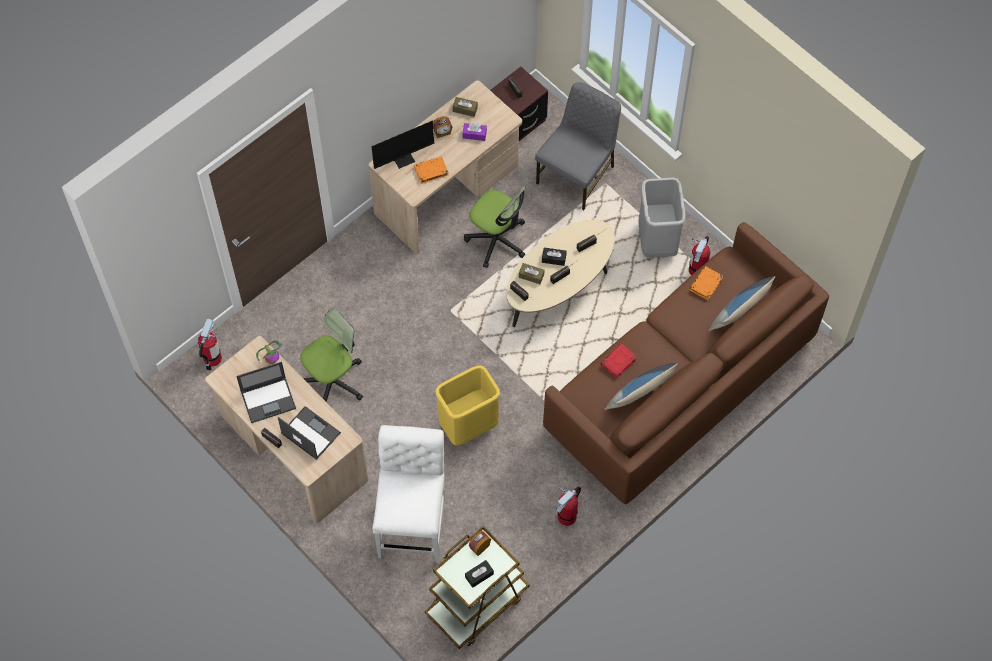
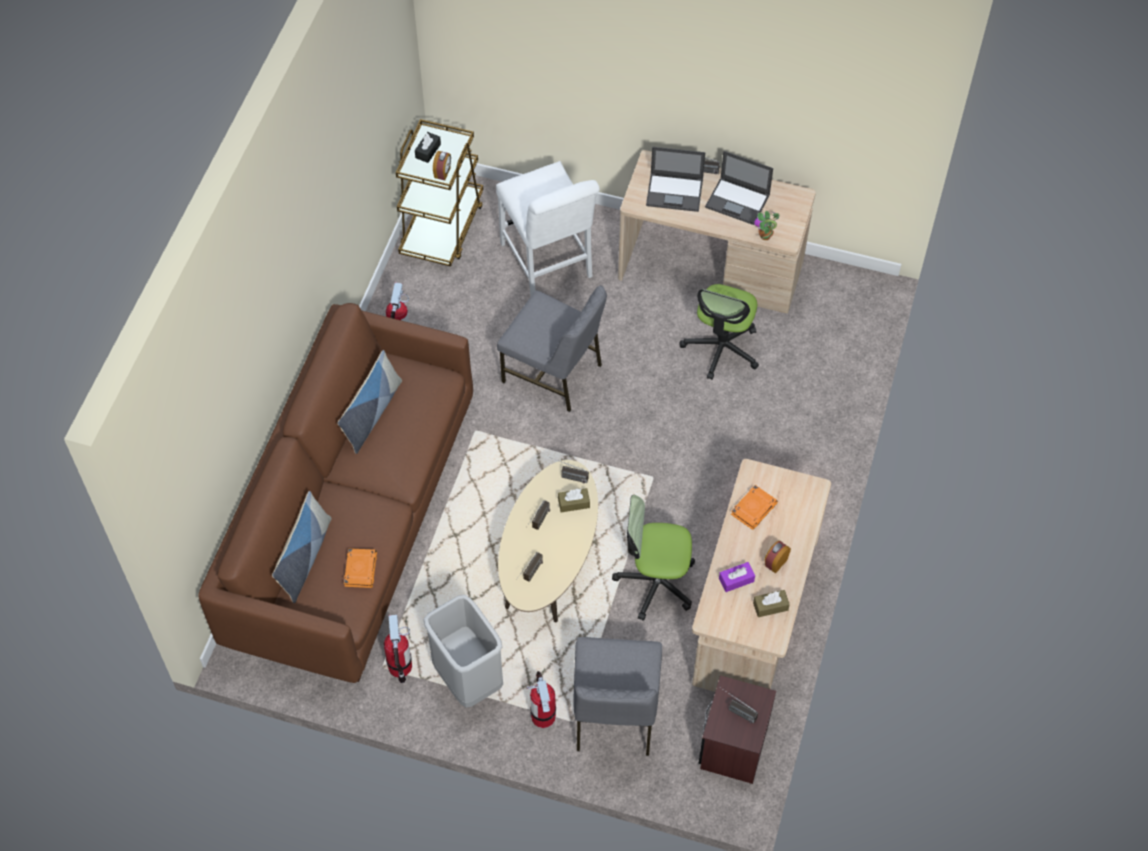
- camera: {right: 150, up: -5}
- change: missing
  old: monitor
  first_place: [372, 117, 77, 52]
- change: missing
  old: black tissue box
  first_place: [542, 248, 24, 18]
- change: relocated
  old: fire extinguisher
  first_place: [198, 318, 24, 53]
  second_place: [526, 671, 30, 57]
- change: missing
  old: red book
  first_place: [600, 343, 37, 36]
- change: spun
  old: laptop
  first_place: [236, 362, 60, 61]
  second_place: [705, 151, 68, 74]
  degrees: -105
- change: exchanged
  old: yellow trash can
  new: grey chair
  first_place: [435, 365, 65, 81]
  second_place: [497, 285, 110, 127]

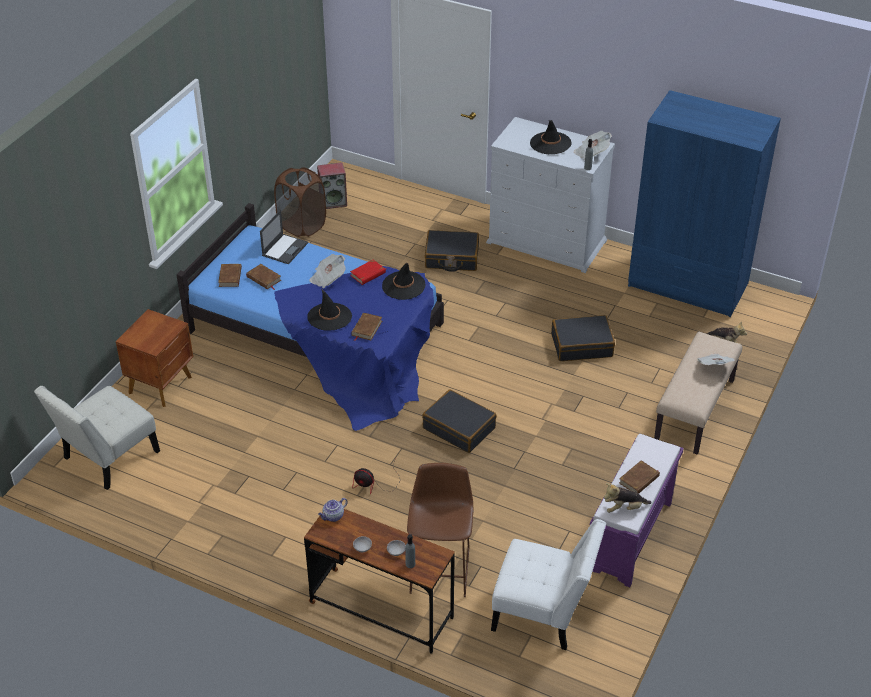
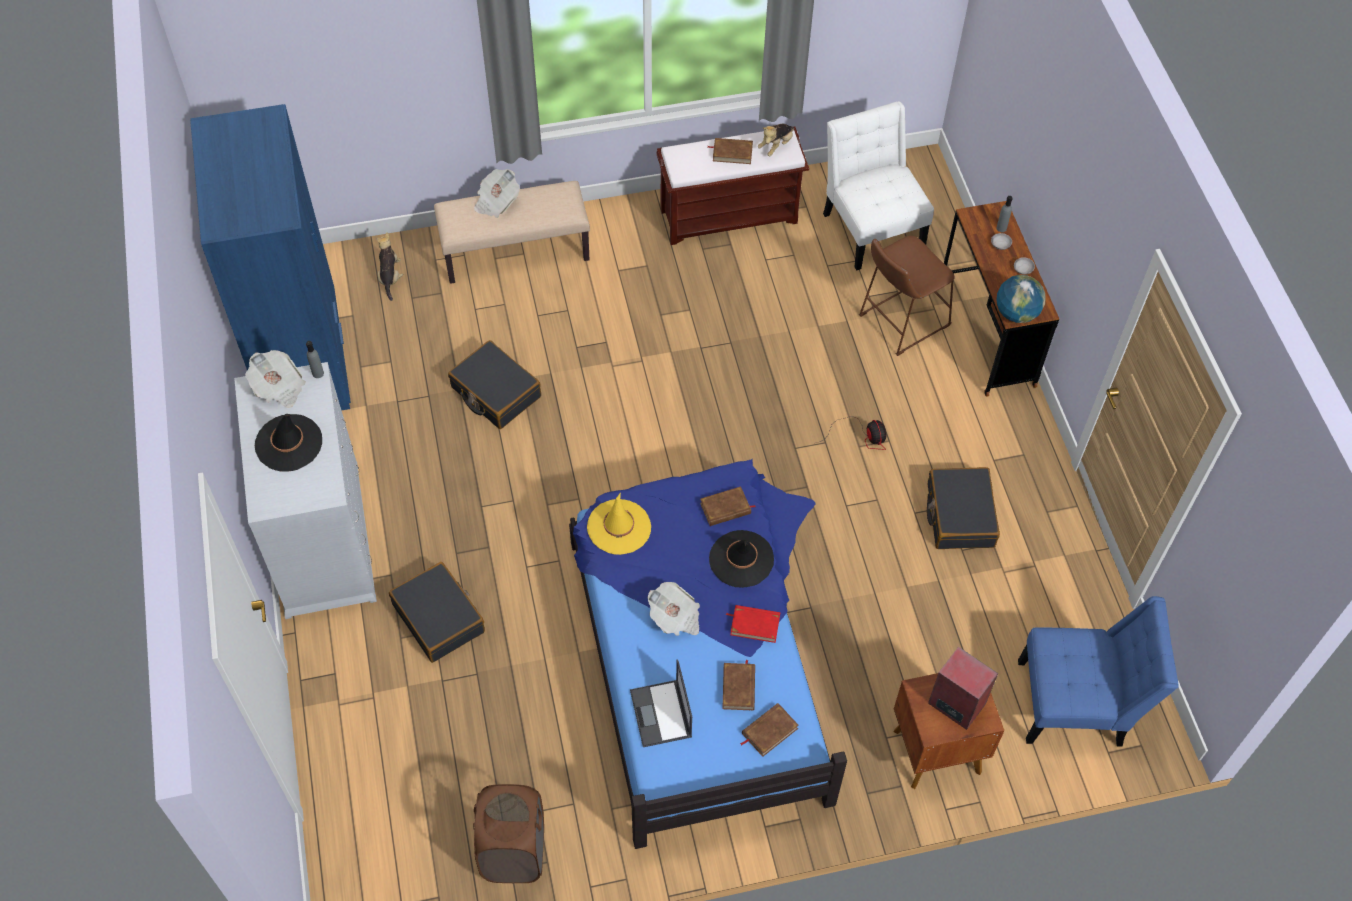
- camera: {right: -130, up: 15}
- change: relocated
  old: speaker
  first_place: [317, 162, 30, 47]
  second_place: [928, 647, 70, 83]
- change: spun
  old: laptop
  first_place: [260, 210, 48, 54]
  second_place: [630, 659, 62, 88]
  degrees: -90
- change: relocated
  old: red book
  first_place: [350, 260, 37, 25]
  second_place: [726, 605, 54, 38]
- change: colour
  old: black hat
  new: yellow hat
  first_place: [382, 263, 44, 37]
  second_place: [587, 493, 64, 62]
- change: colour
  old: white chair
  new: blue chair
  first_place: [34, 386, 126, 104]
  second_place: [1018, 596, 161, 151]
- change: relocated
  old: black suitcase
  first_place: [422, 390, 75, 63]
  second_place: [927, 467, 73, 82]
- change: colour
  old: purple bench
  new: brown bench
  first_place: [590, 434, 94, 153]
  second_place: [656, 127, 153, 118]
- change: spun
  old: plush toy
  first_place: [604, 483, 48, 30]
  second_place: [758, 123, 36, 33]
  degrees: 90
- change: exchanged
  old: teapot
  new: globe
  first_place: [318, 498, 30, 24]
  second_place: [997, 275, 49, 48]

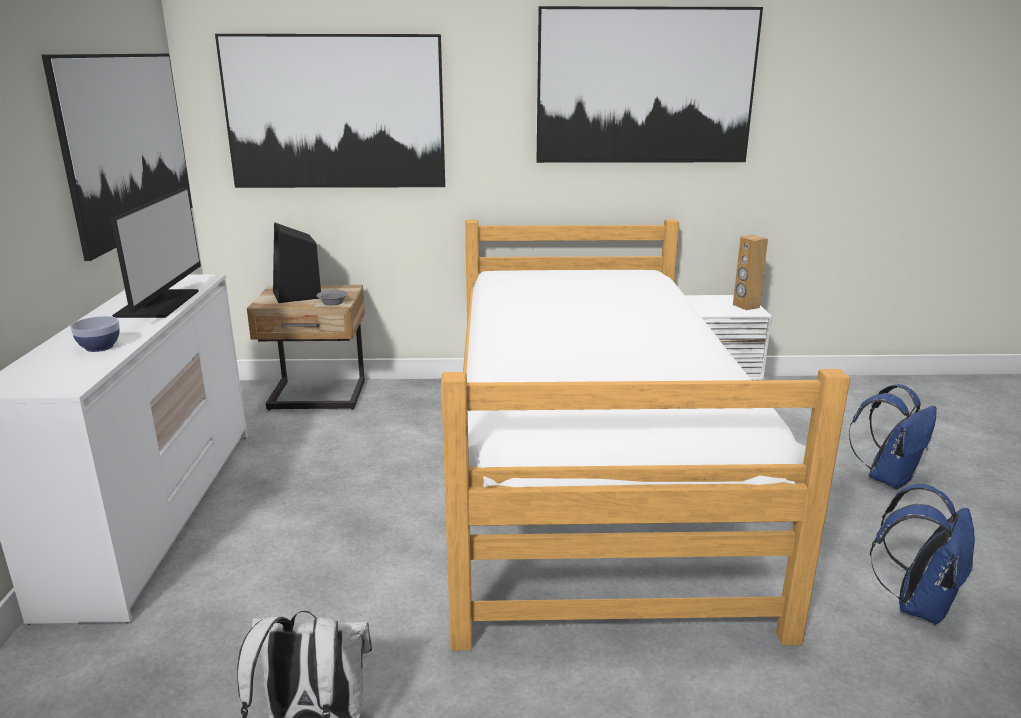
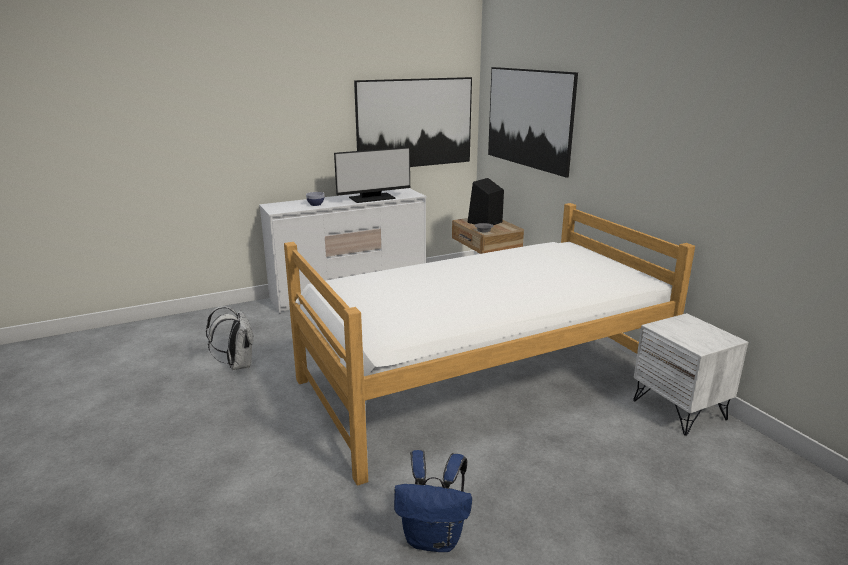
- camera: {right: 65, up: 0}
- change: missing
  old: picture
  first_place: [536, 6, 227, 157]
- change: missing
  old: brown speaker
  first_place: [733, 235, 35, 75]
- change: missing
  old: blue backpack
  first_place: [849, 384, 88, 105]

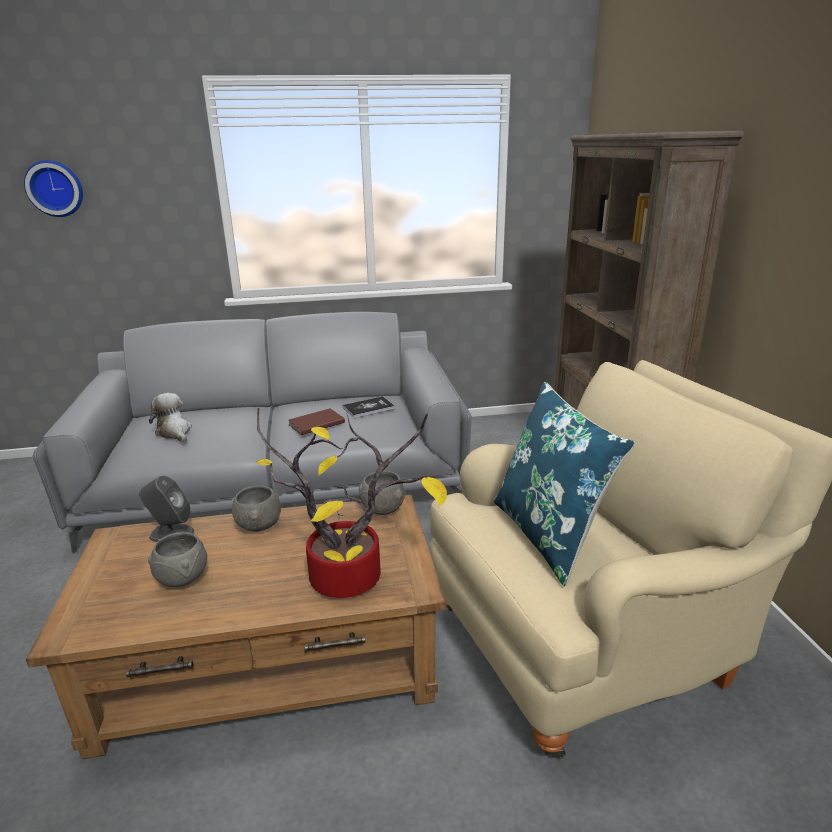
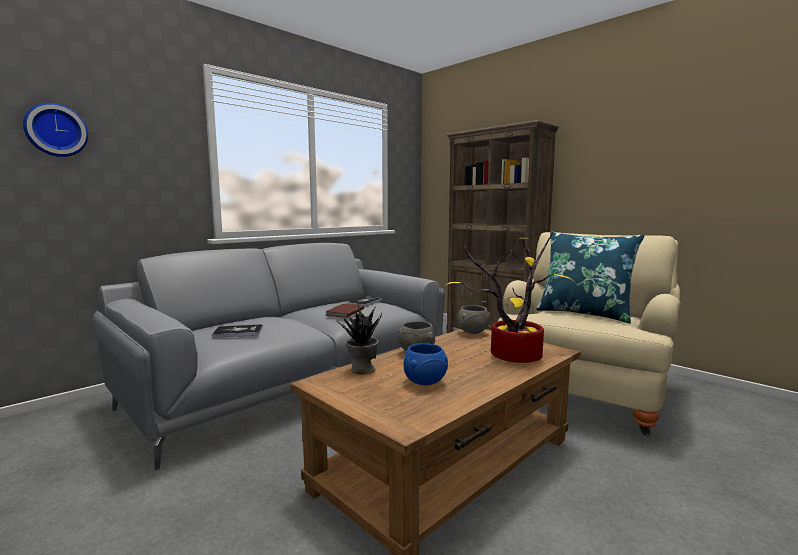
- camera: {right: -35, up: -15}
- change: exchanged
  old: plush toy
  new: book
  first_place: [149, 393, 43, 49]
  second_place: [212, 324, 51, 14]
- change: exchanged
  old: grey speaker
  new: potted plant
  first_place: [139, 476, 55, 66]
  second_place: [336, 303, 46, 71]
- change: colour
  old: grey bowl
  new: blue bowl
  first_place: [148, 532, 59, 55]
  second_place: [404, 343, 44, 42]

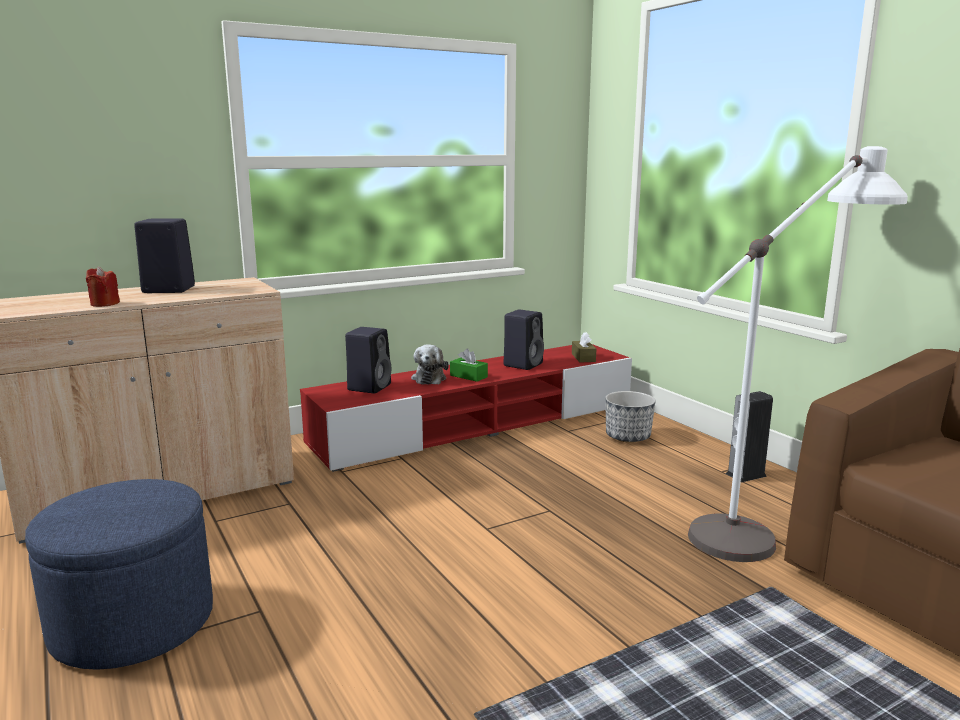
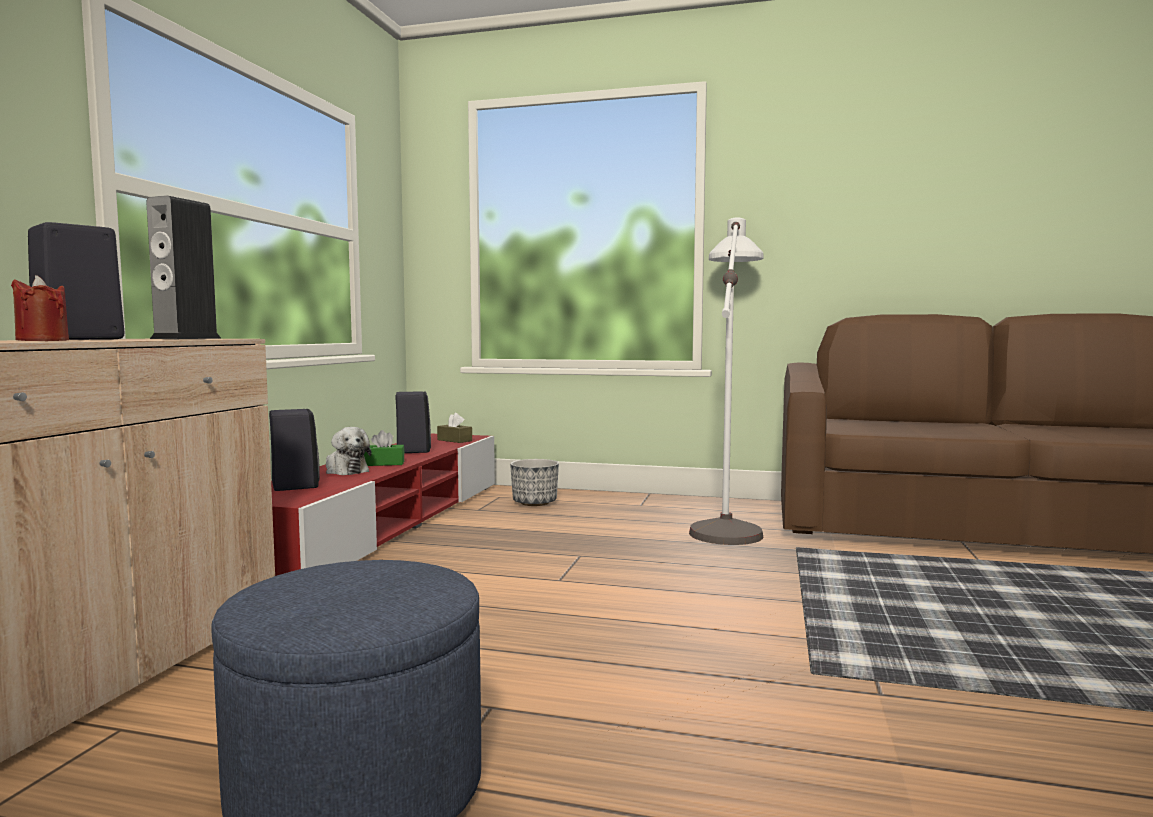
- camera: {right: -45, up: -10}
- change: relocated
  old: speaker
  first_place: [726, 391, 47, 92]
  second_place: [146, 195, 75, 144]

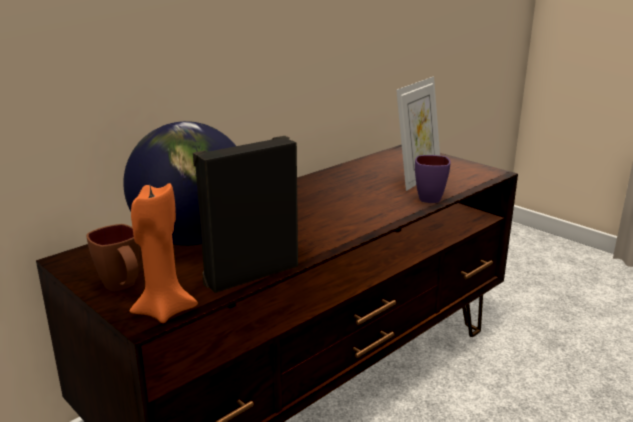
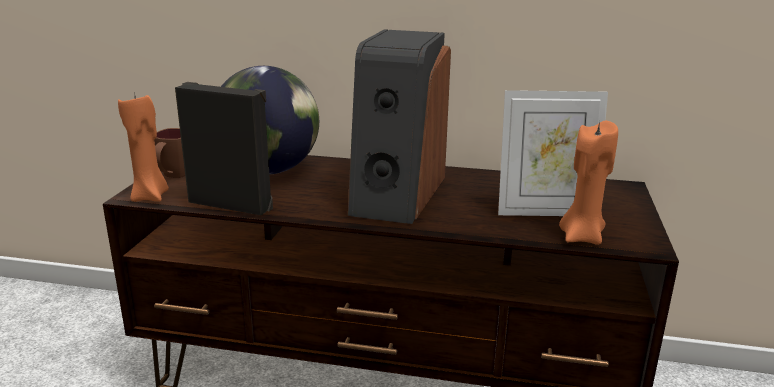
- camera: {right: 55, up: 0}
- change: missing
  old: purple mug
  first_place: [415, 155, 36, 48]
- change: appeared
  new: speaker
  second_place: [348, 29, 103, 195]
- change: appeared
  new: orange candle
  second_place: [559, 120, 59, 125]

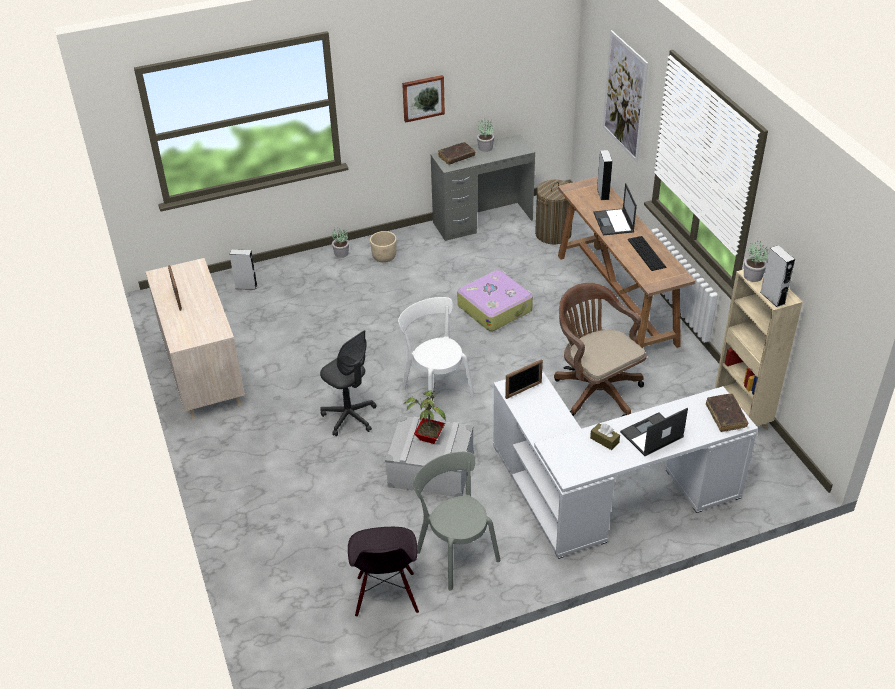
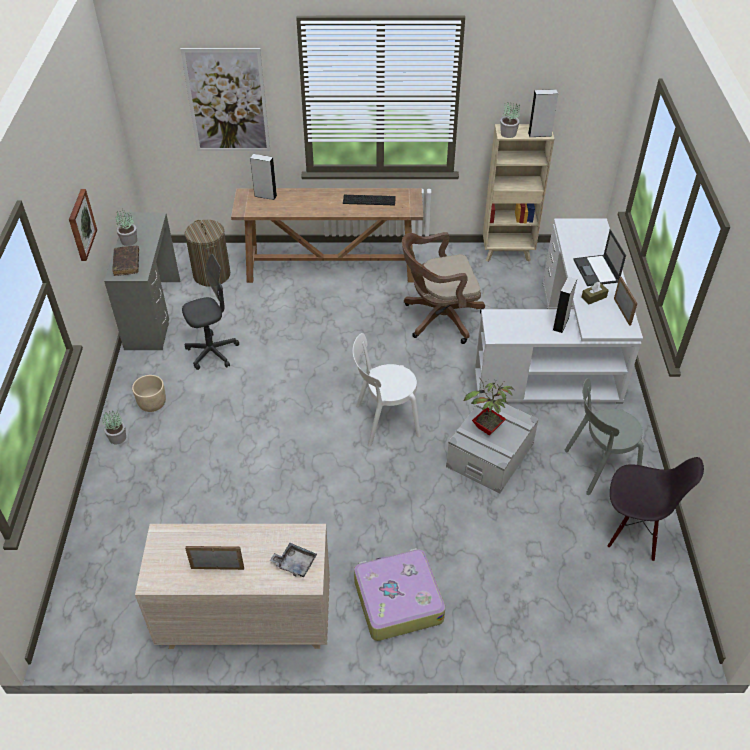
- camera: {right: -70, up: 5}
- change: missing
  old: laptop
  first_place: [594, 183, 43, 53]
- change: relocated
  old: grey speaker
  first_place: [229, 250, 29, 40]
  second_place: [553, 277, 24, 56]
- change: relocated
  old: suitcase
  first_place: [457, 270, 76, 61]
  second_place: [354, 548, 91, 93]
- change: relocated
  old: grey office chair
  first_place: [320, 330, 57, 106]
  second_place: [182, 254, 57, 116]
- change: relocated
  old: picture frame
  first_place: [505, 359, 38, 40]
  second_place: [614, 277, 23, 49]
- change: missing
  old: brown book
  first_place: [706, 394, 42, 38]
- change: appeared
  new: grey tray
  second_place: [270, 543, 47, 34]

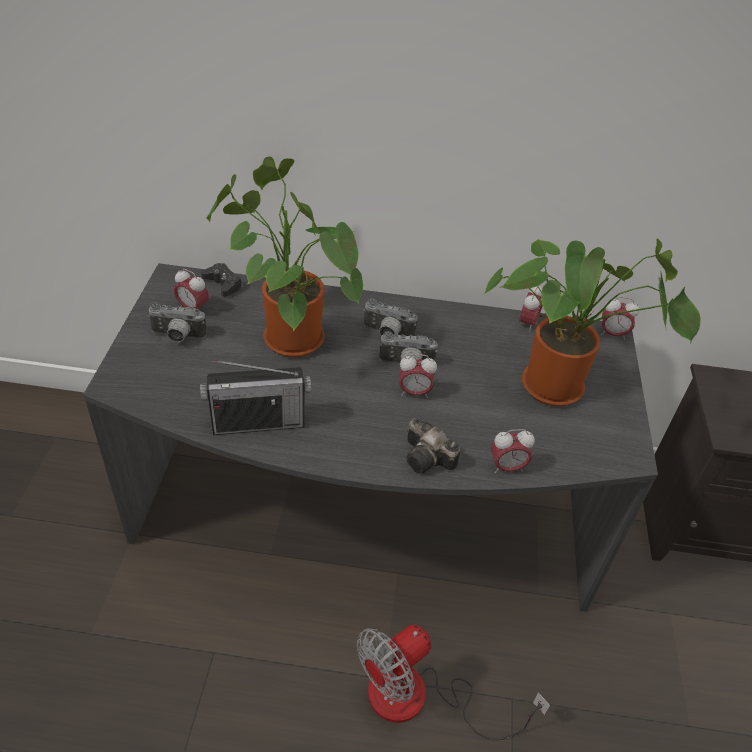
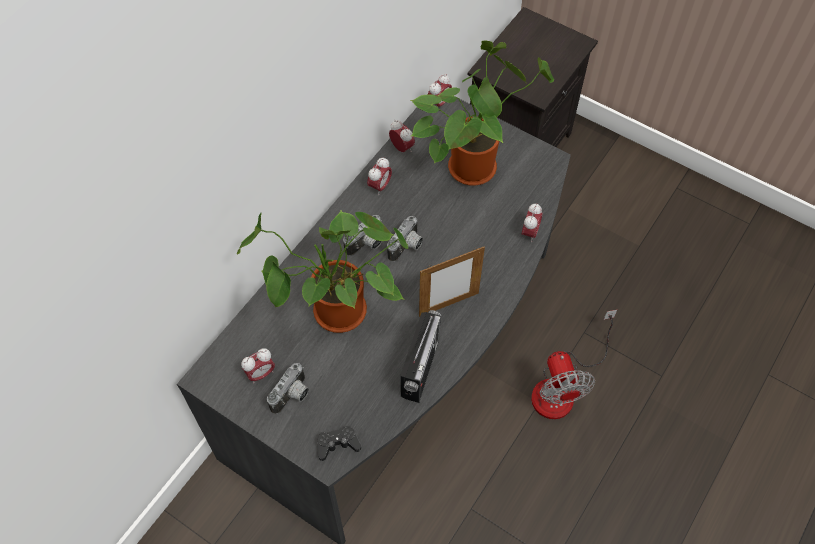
- camera: {right: -60, up: 15}
- change: relocated
  old: black game controller
  first_place: [201, 263, 42, 34]
  second_place: [318, 425, 43, 36]
- change: relocated
  old: alarm clock
  first_place: [399, 354, 38, 44]
  second_place: [367, 157, 25, 38]
- change: missing
  old: photo camera
  first_place: [407, 418, 53, 55]
- change: appeared
  new: picture frame
  second_place: [419, 246, 66, 71]

